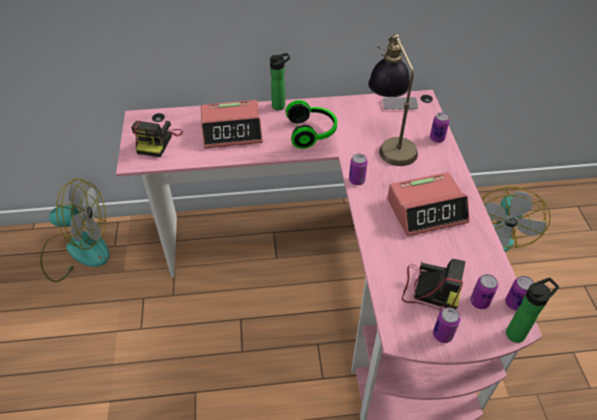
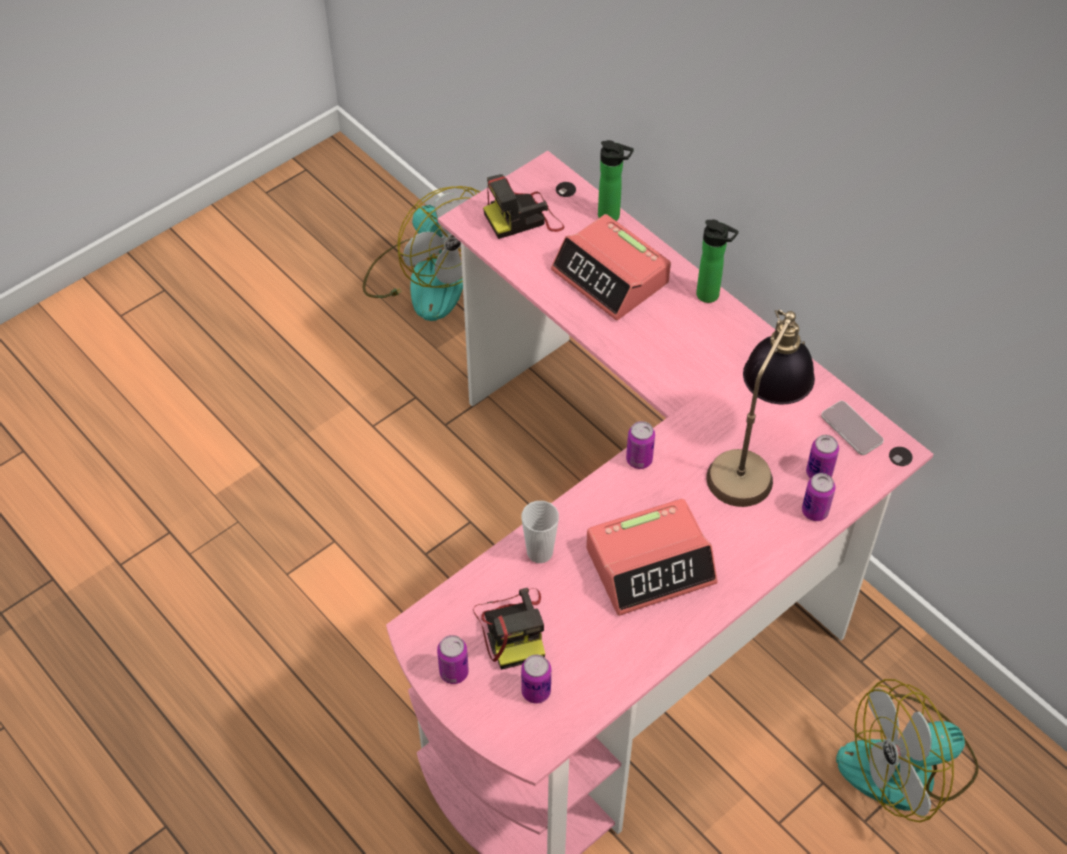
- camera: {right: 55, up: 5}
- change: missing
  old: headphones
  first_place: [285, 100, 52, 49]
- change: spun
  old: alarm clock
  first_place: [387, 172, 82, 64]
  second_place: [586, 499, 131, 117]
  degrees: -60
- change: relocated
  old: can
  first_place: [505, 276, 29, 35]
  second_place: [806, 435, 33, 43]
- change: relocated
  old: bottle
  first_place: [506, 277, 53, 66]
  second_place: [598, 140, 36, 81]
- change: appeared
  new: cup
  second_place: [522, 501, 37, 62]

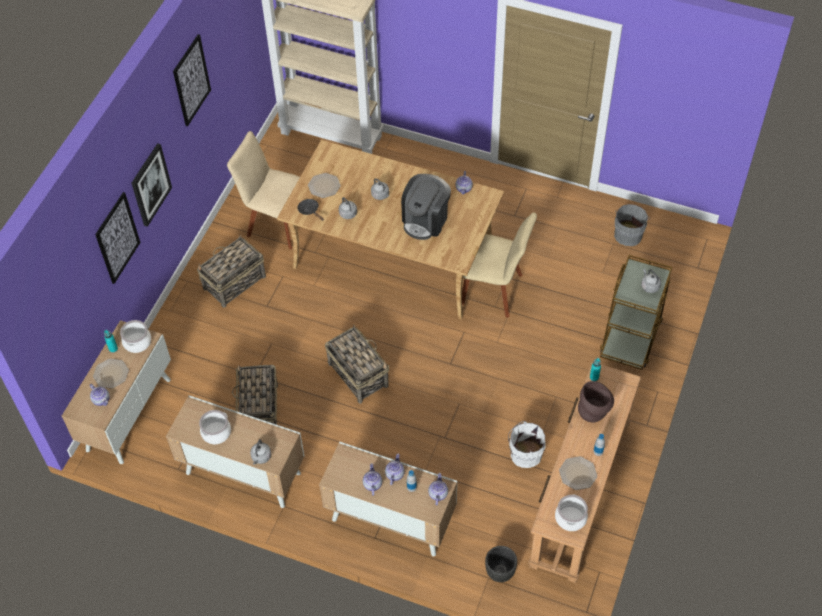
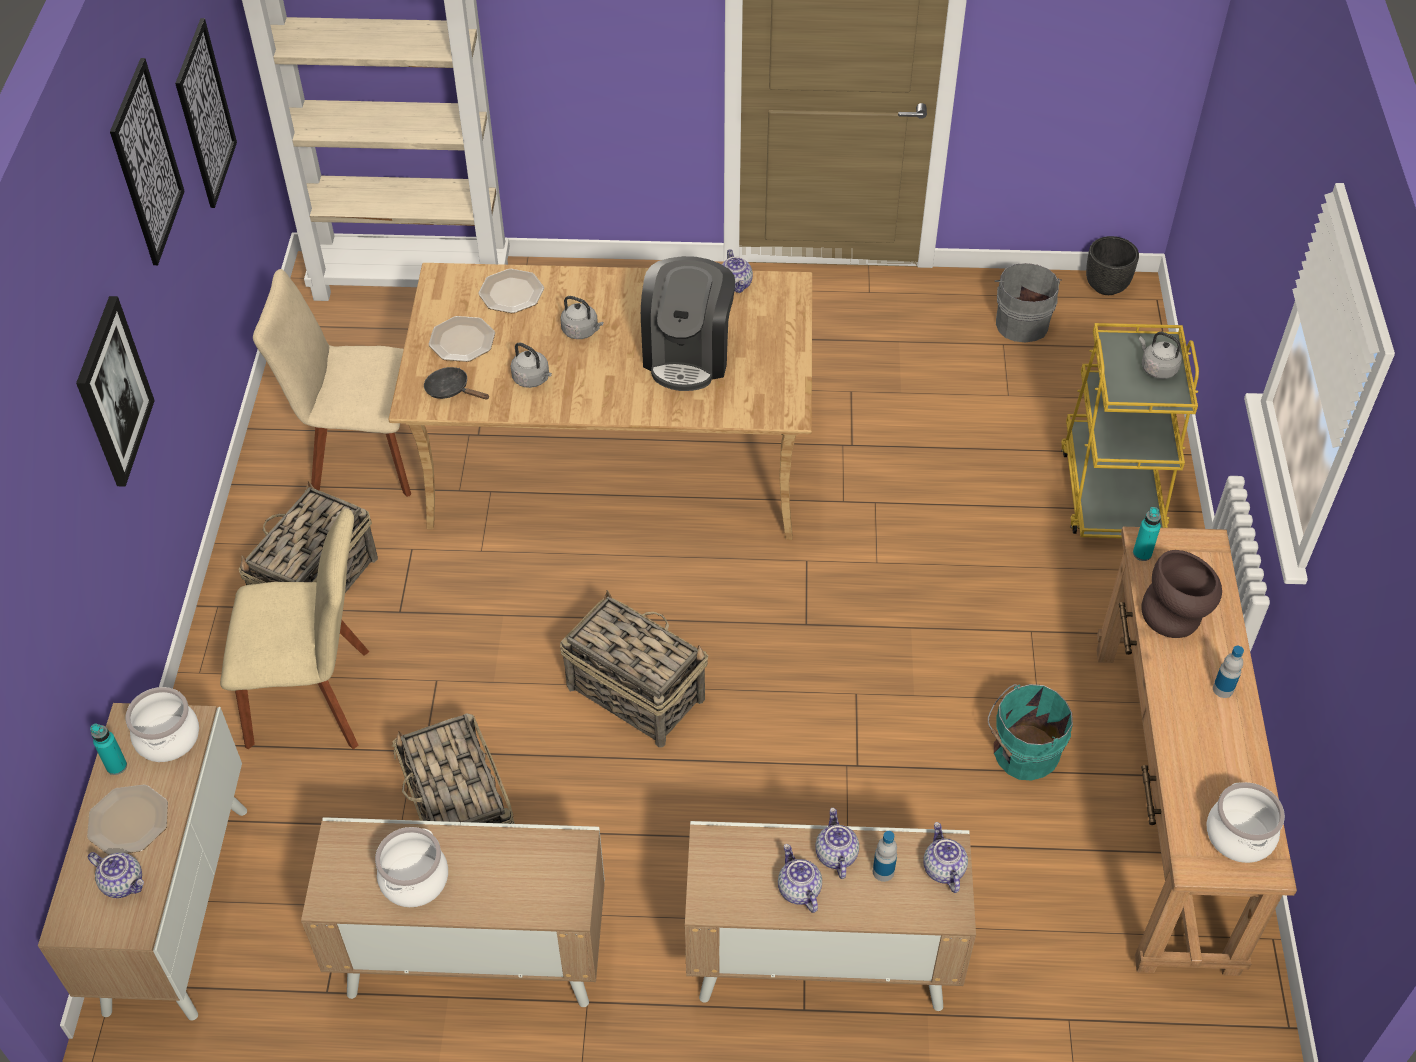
- camera: {right: -20, up: -5}
- change: relocated
  old: picture
  first_place: [95, 192, 46, 92]
  second_place: [175, 18, 62, 190]
- change: relocated
  old: beige chair
  first_place: [462, 212, 75, 106]
  second_place: [220, 508, 149, 242]
- change: colour
  old: brown cart
  new: yellow cart
  first_place: [600, 255, 72, 115]
  second_place: [1061, 323, 138, 215]
- change: colour
  old: white bucket
  new: turquoise bucket
  first_place: [508, 421, 37, 47]
  second_place: [988, 684, 85, 97]
- change: missing
  old: grey kettle
  first_place: [250, 439, 21, 25]
- change: relocated
  old: plate
  first_place: [559, 456, 38, 34]
  second_place: [478, 269, 66, 44]
- change: relocated
  old: black planter
  first_place: [485, 546, 32, 36]
  second_place: [1086, 236, 53, 59]

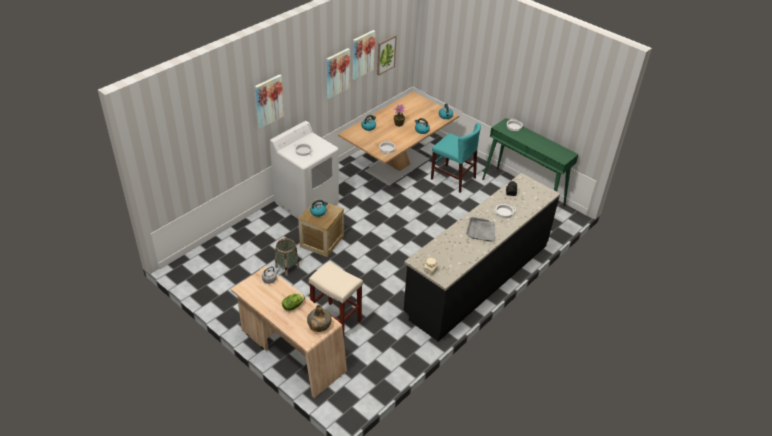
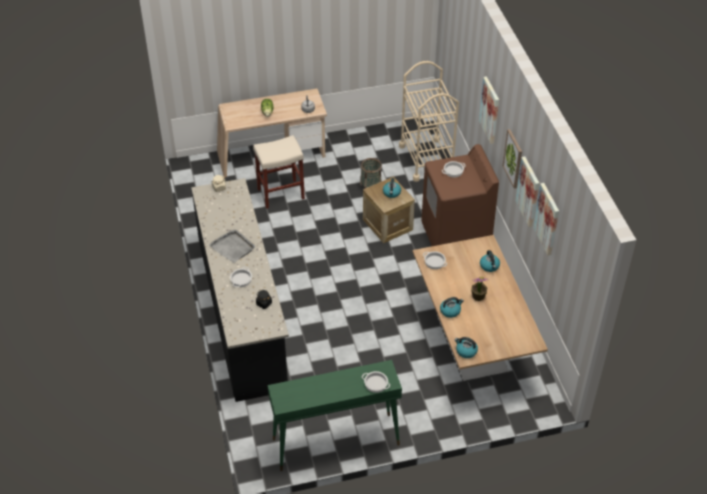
- camera: {right: 125, up: 5}
- change: relocated
  old: picture
  first_place: [377, 35, 20, 41]
  second_place: [503, 129, 19, 59]
- change: colour
  old: white washing machine
  new: brown washing machine
  first_place: [270, 121, 69, 98]
  second_place: [421, 144, 78, 102]
- change: missing
  old: turquoise chair
  first_place: [431, 123, 50, 70]
- change: missing
  old: green bottle
  first_place: [307, 305, 25, 27]
- change: appeared
  new: beige cart
  second_place: [399, 61, 60, 121]

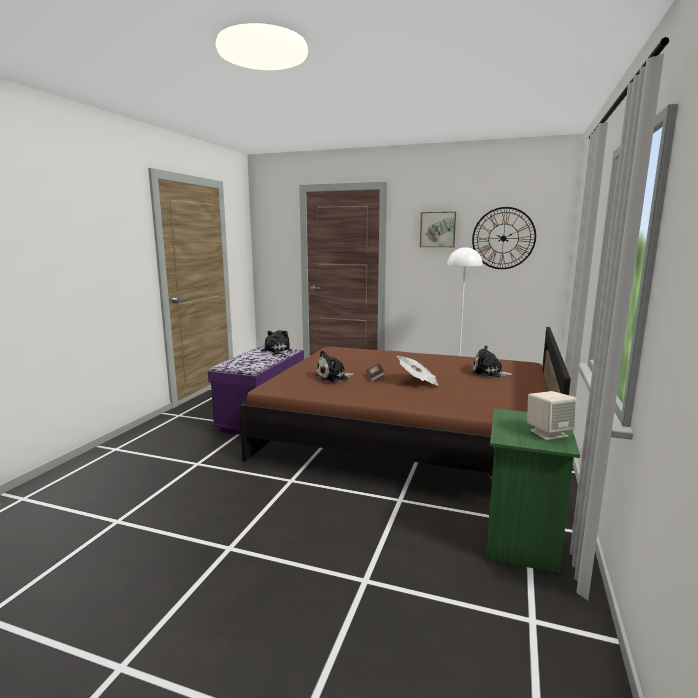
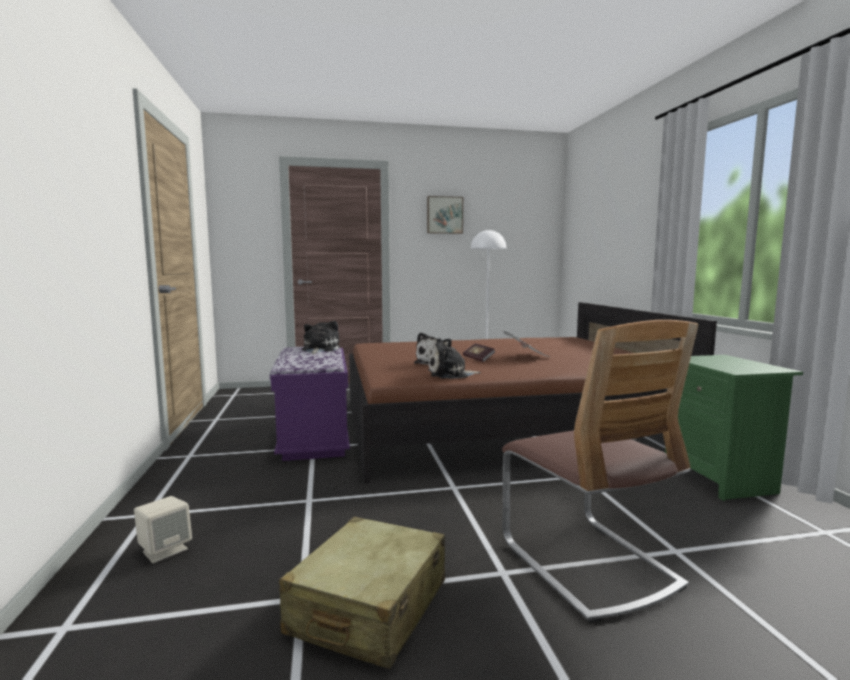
- camera: {right: -30, up: -5}
- change: missing
  old: wall clock
  first_place: [472, 207, 64, 62]
- change: relocated
  old: plush toy
  first_place: [472, 345, 43, 32]
  second_place: [428, 338, 53, 41]
- change: relocated
  old: beige speaker
  first_place: [527, 391, 50, 49]
  second_place: [134, 496, 58, 67]
- change: appeared
  new: chair
  second_place: [502, 320, 196, 303]
- change: appeared
  new: beige suitcase
  second_place: [279, 517, 166, 152]

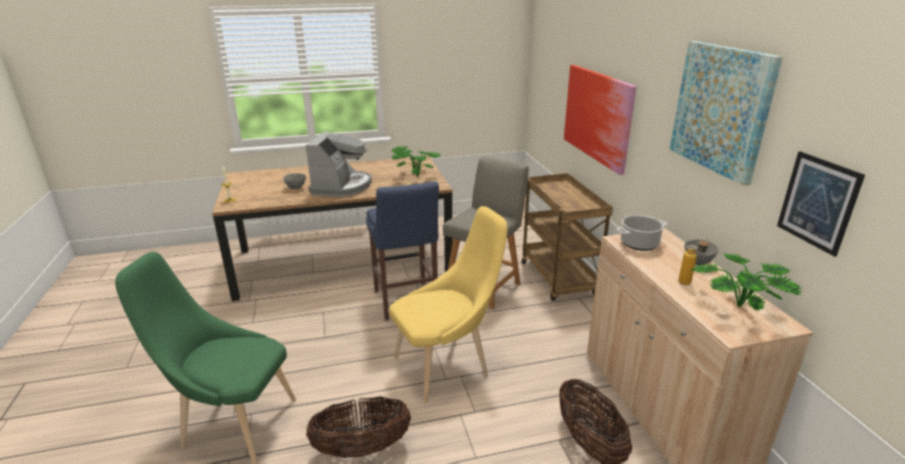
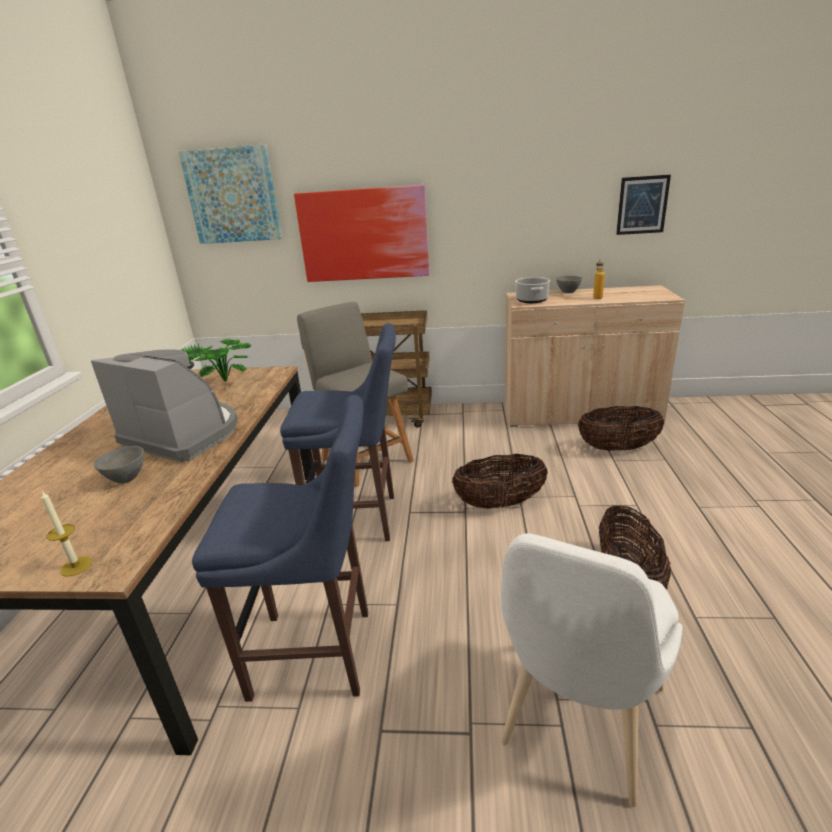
- camera: {right: -70, up: 0}
- change: relocated
  old: picture
  first_place: [670, 41, 113, 145]
  second_place: [178, 144, 104, 100]
- change: exchanged
  old: yellow chair
  new: basket
  first_place: [389, 206, 118, 197]
  second_place: [452, 454, 96, 55]
- change: colour
  old: green chair
  new: white chair
  first_place: [115, 252, 181, 212]
  second_place: [501, 533, 182, 274]
- change: missing
  old: potted plant
  first_place: [691, 253, 111, 58]
- change: appeared
  new: blue stool
  second_place: [192, 395, 176, 307]

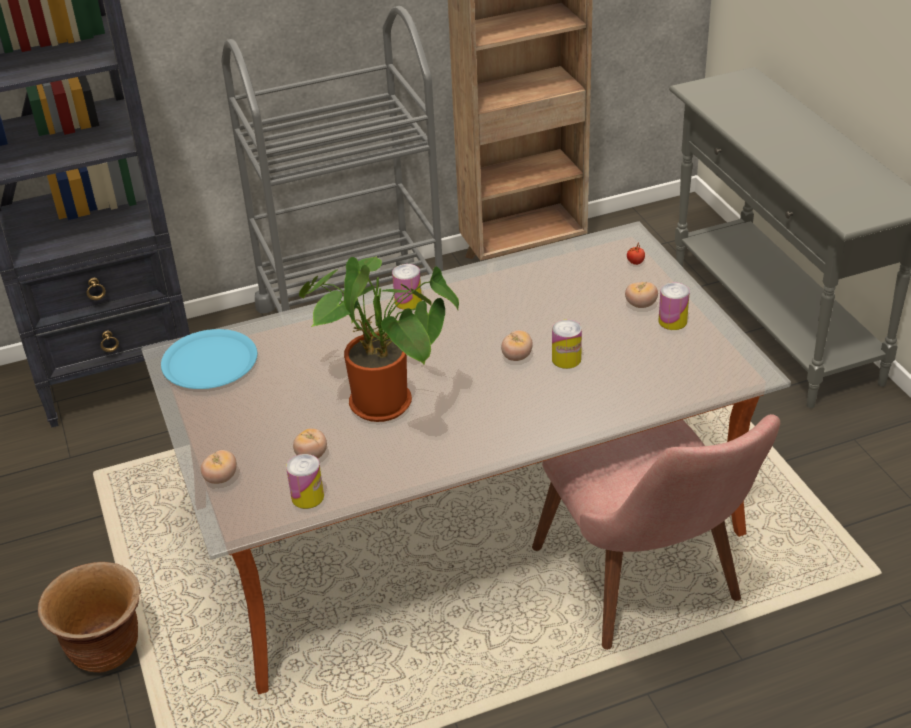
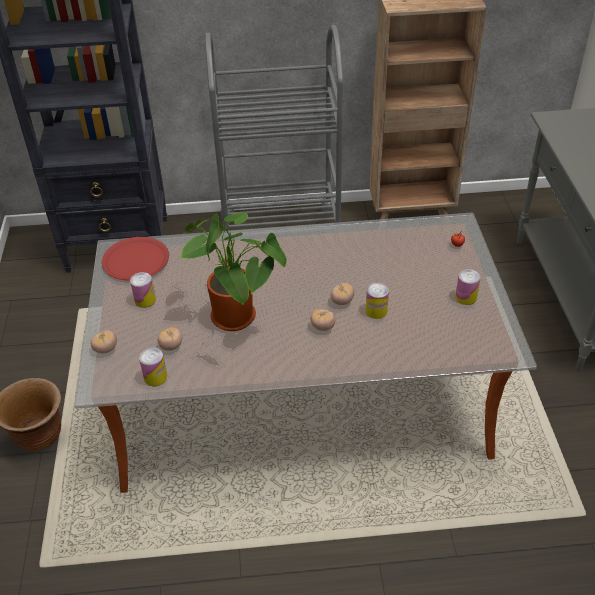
- camera: {right: 15, up: 5}
- change: relocated
  old: can
  first_place: [392, 264, 30, 46]
  second_place: [130, 272, 26, 36]
- change: relocated
  old: tomato
  first_place: [625, 282, 33, 26]
  second_place: [310, 309, 25, 22]
- change: colour
  old: blue plate
  new: red plate
  first_place: [161, 329, 96, 60]
  second_place: [102, 237, 67, 44]
- change: missing
  old: pink chair
  first_place: [532, 414, 248, 236]

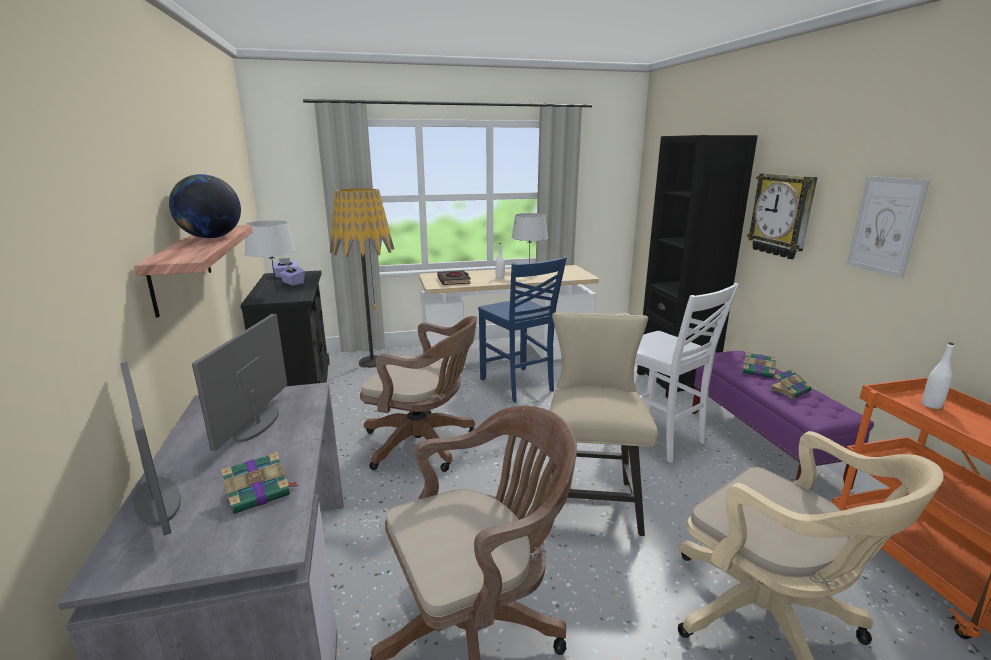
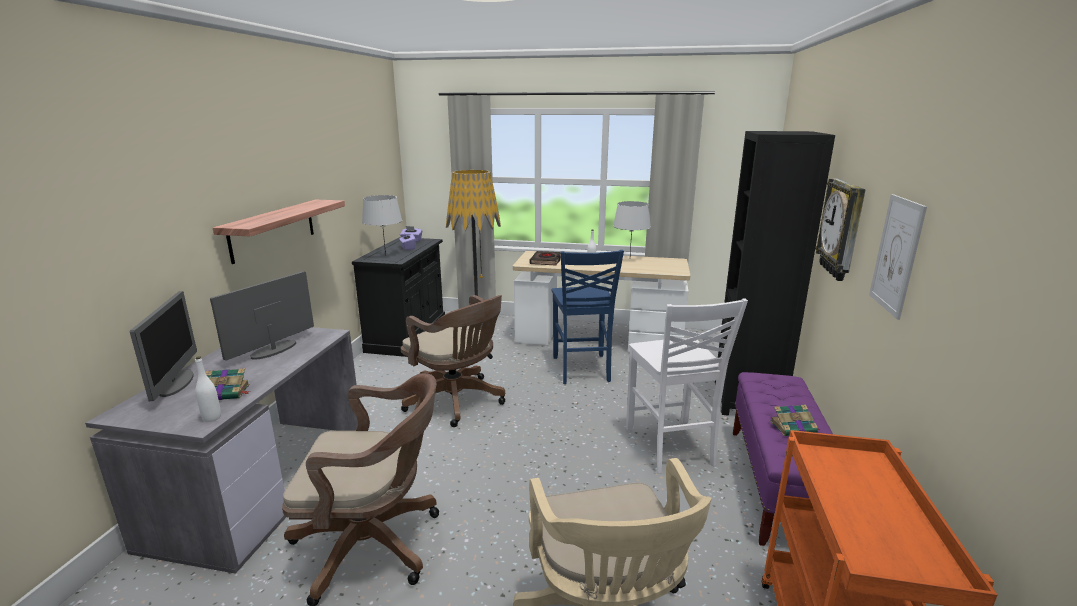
- camera: {right: 25, up: 0}
- change: missing
  old: globe
  first_place: [169, 174, 72, 65]
- change: missing
  old: beige chair
  first_place: [550, 312, 108, 224]
- change: relocated
  old: white bottle
  first_place: [922, 342, 33, 67]
  second_place: [195, 356, 26, 66]
- change: missing
  old: book
  first_place: [742, 352, 35, 27]

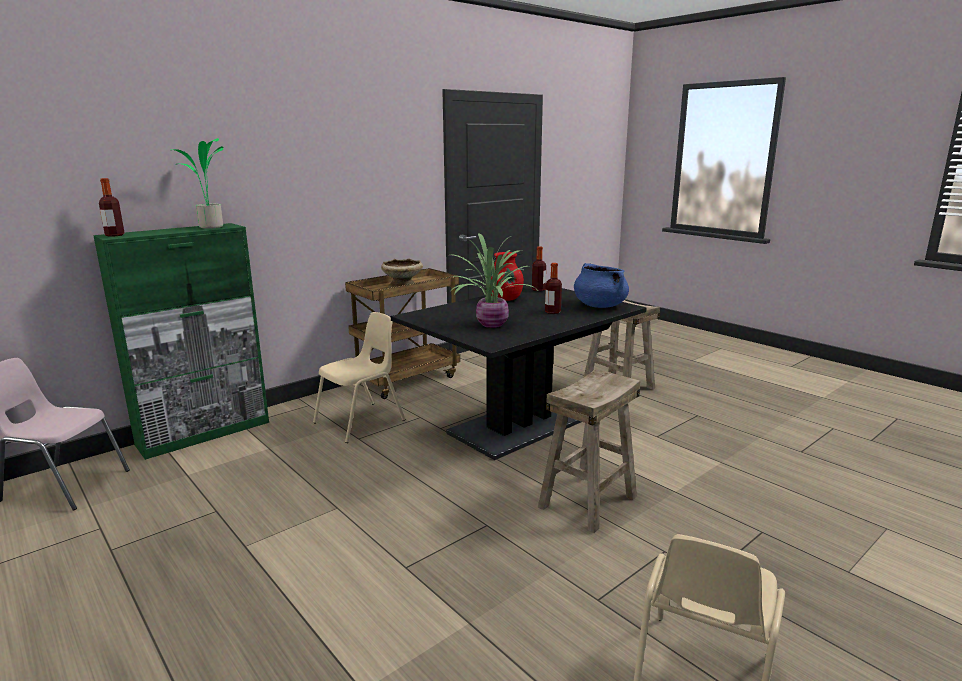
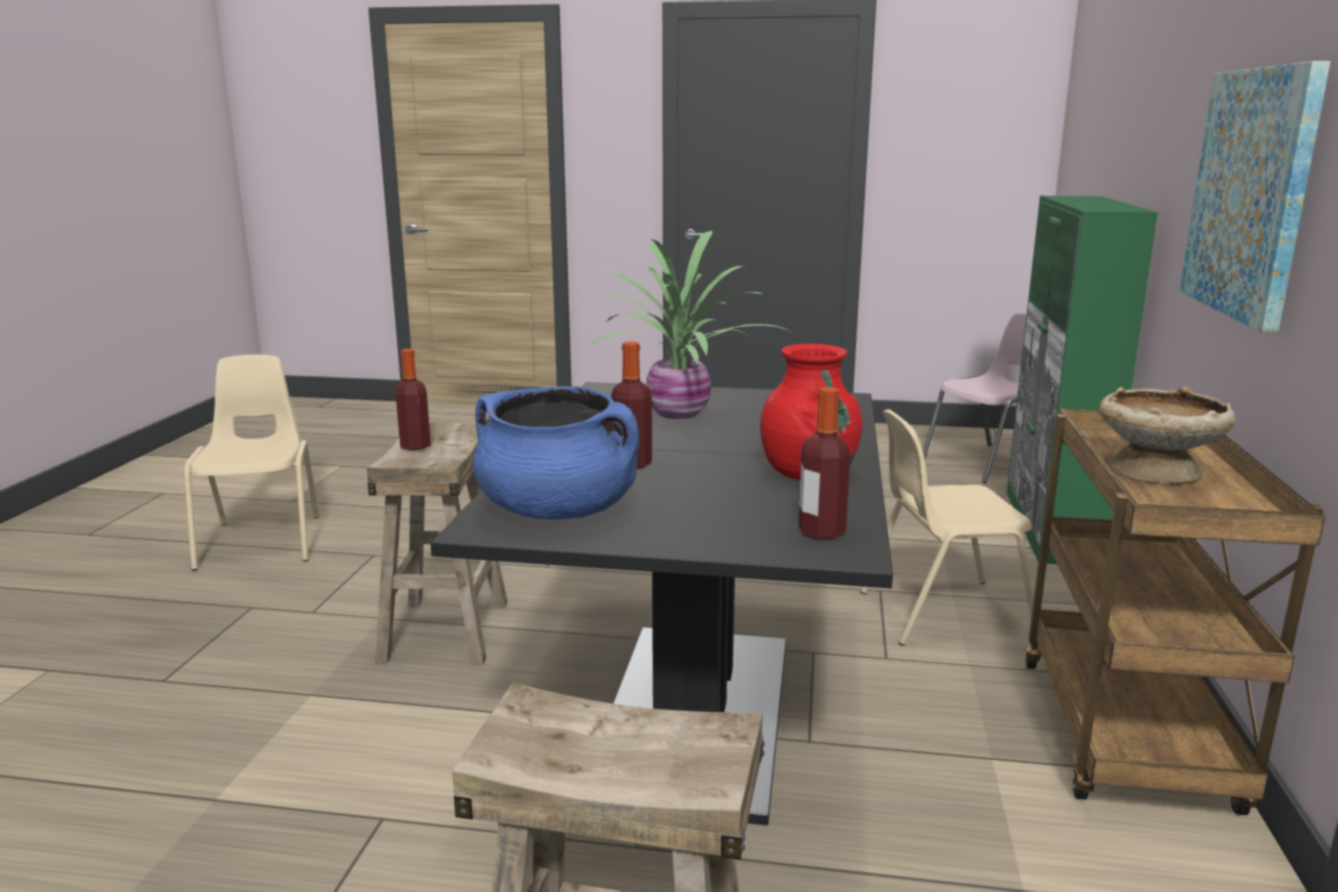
- camera: {right: 140, up: 0}
- change: missing
  old: potted plant
  first_place: [172, 138, 51, 91]
- change: relocated
  old: bottle
  first_place: [99, 178, 26, 59]
  second_place: [395, 349, 36, 101]
- change: spun
  old: beige chair
  first_place: [313, 312, 92, 131]
  second_place: [860, 409, 174, 236]
  degrees: 75
- change: appeared
  new: picture
  second_place: [1180, 61, 151, 272]

